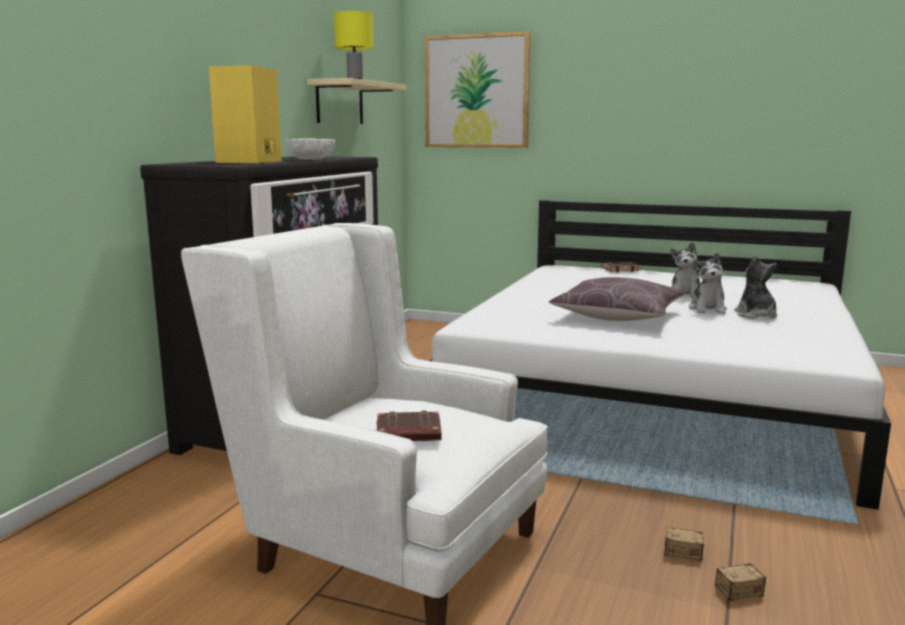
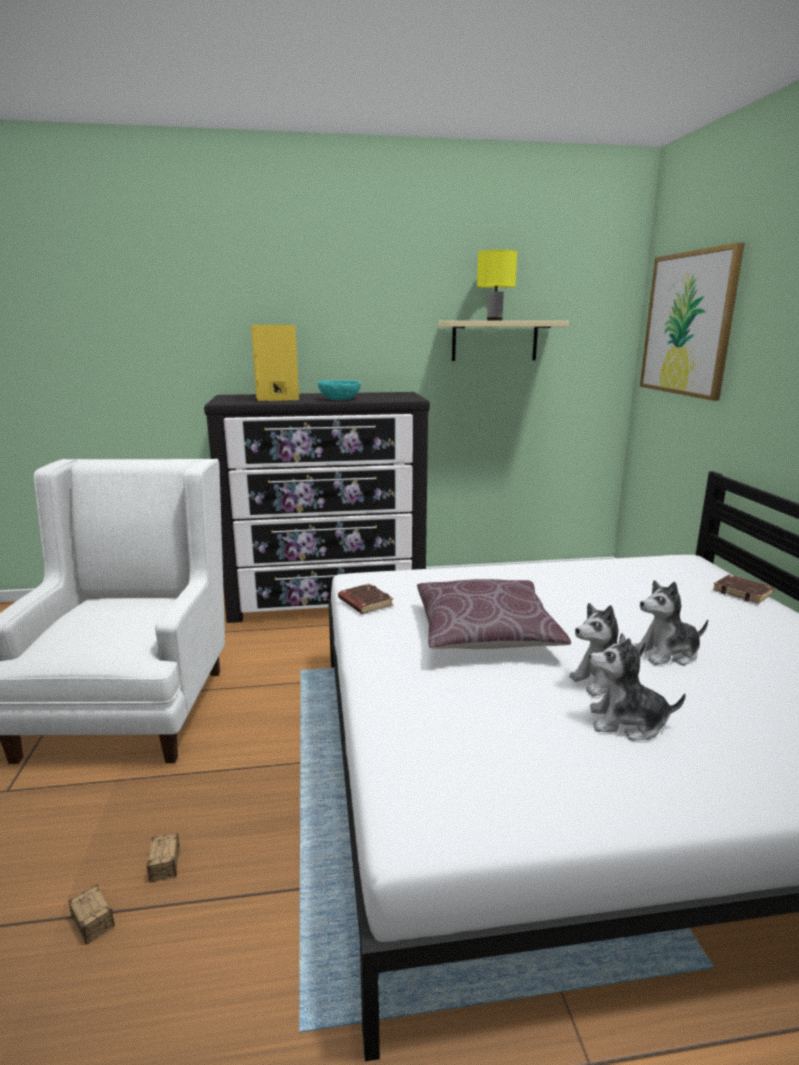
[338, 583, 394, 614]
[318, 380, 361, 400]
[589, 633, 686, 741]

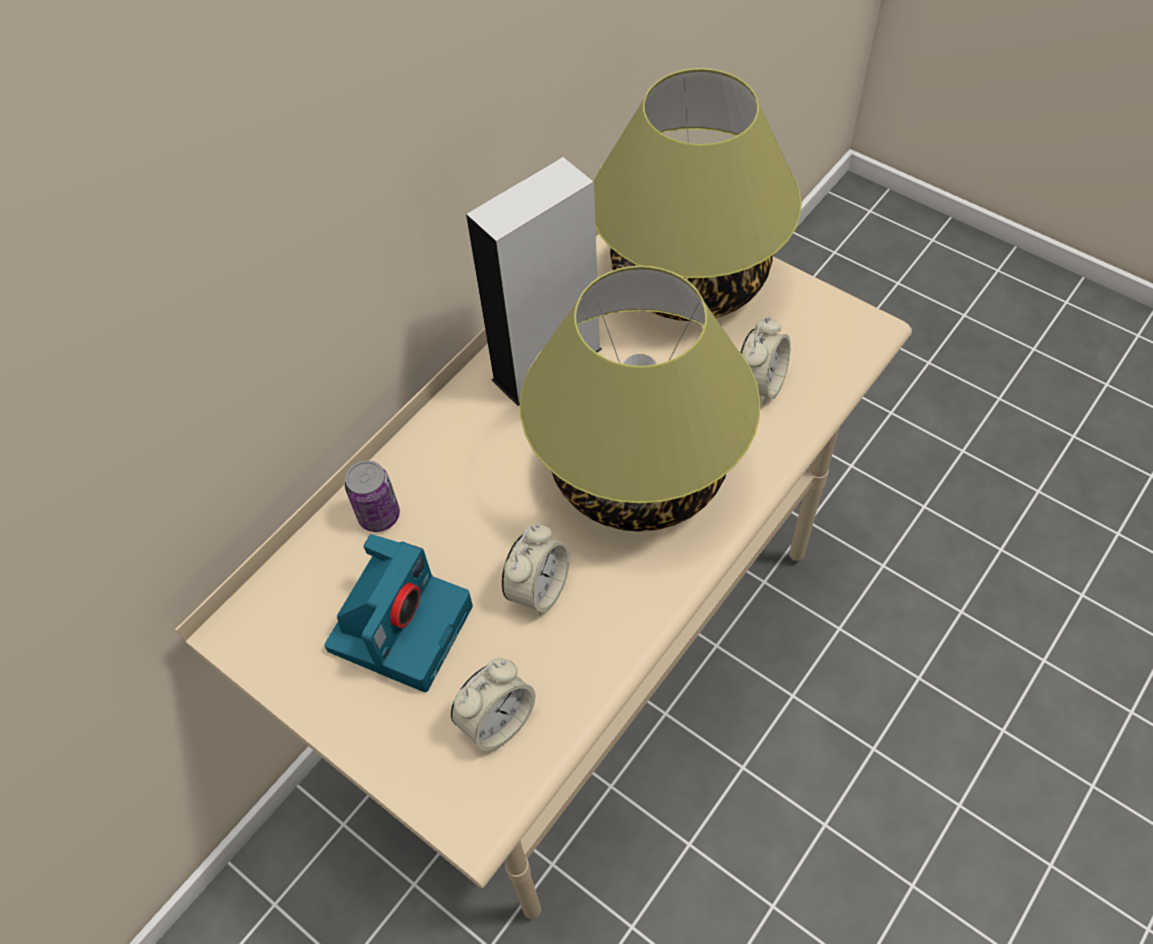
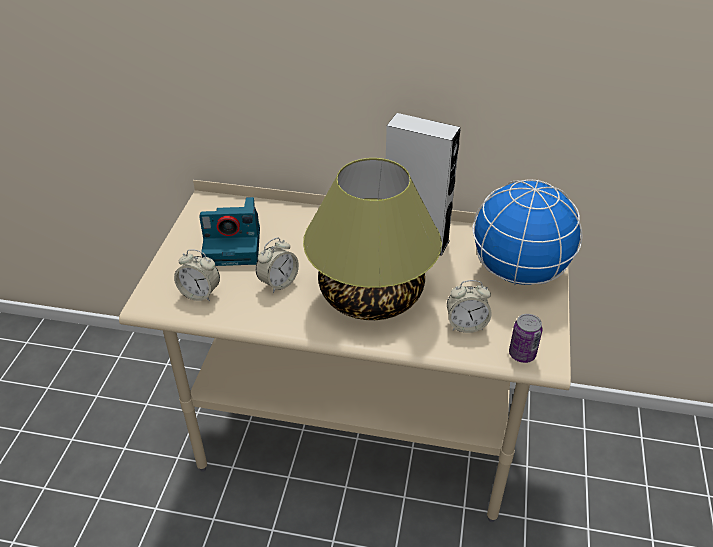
[509, 314, 542, 363]
[472, 179, 583, 285]
[256, 238, 299, 293]

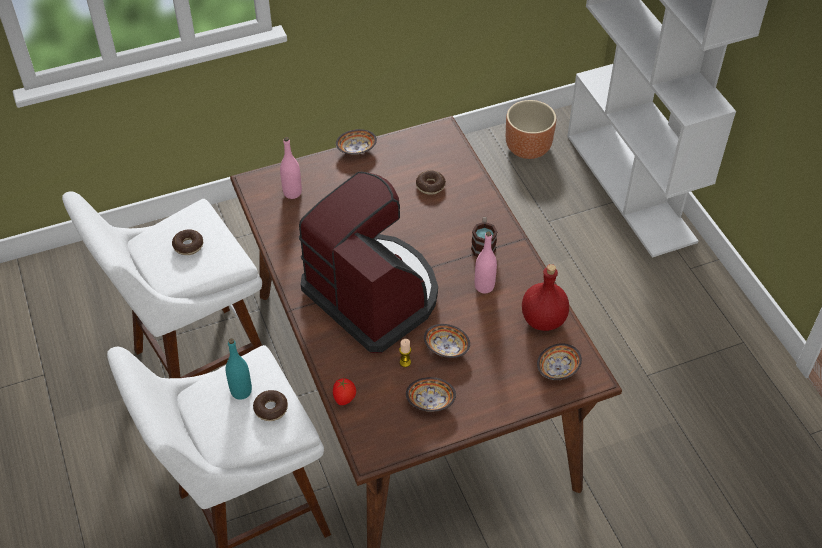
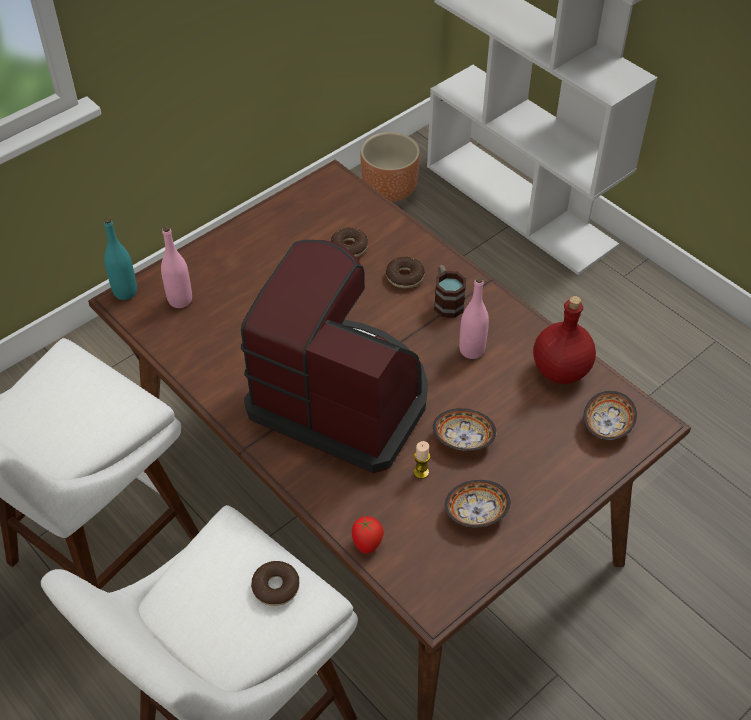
[336, 129, 377, 155] (first image)
[386, 257, 425, 288]
[104, 218, 137, 300]

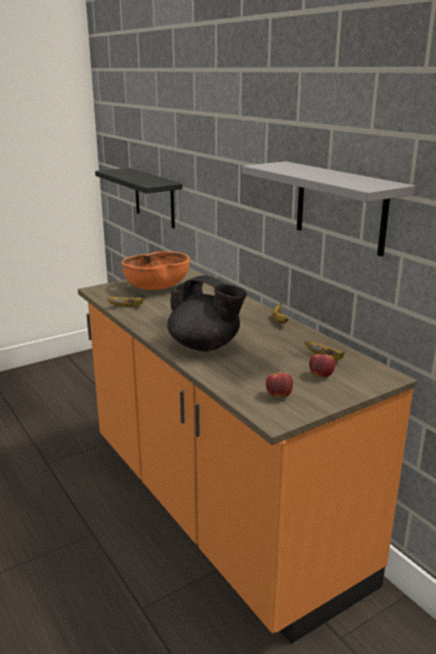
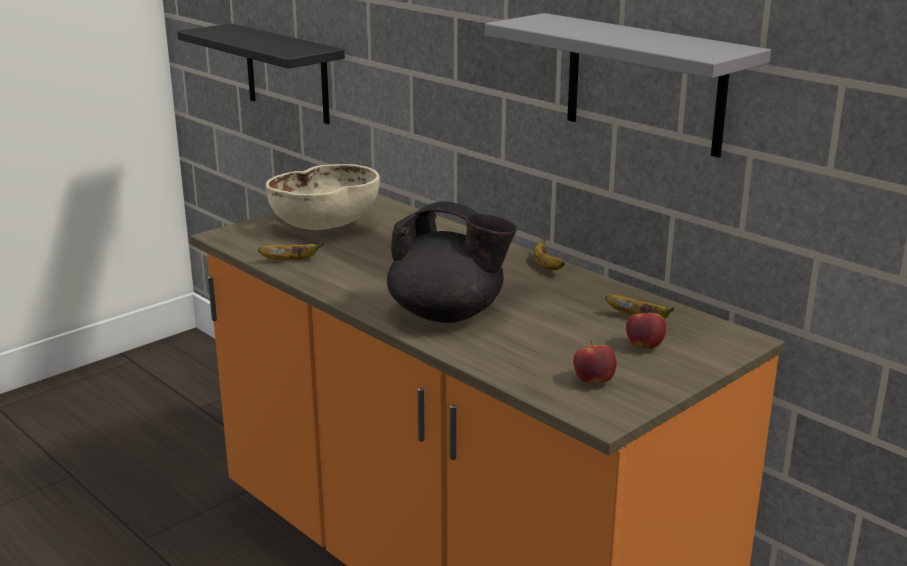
[266, 164, 380, 230]

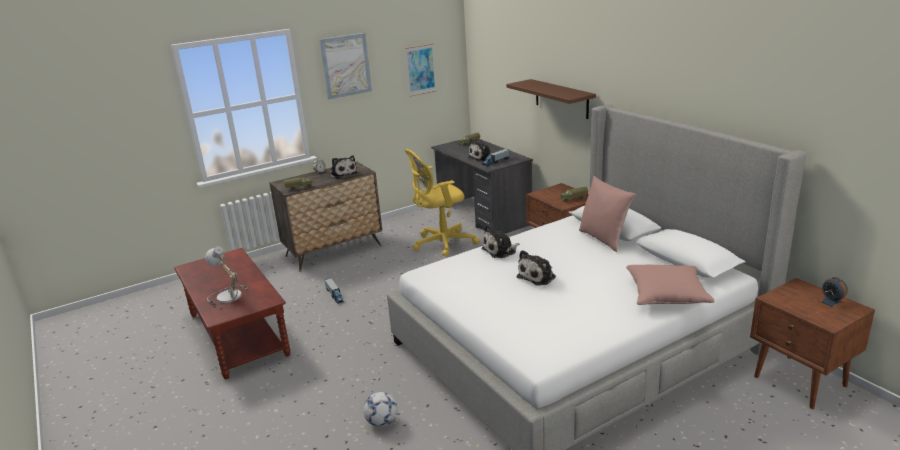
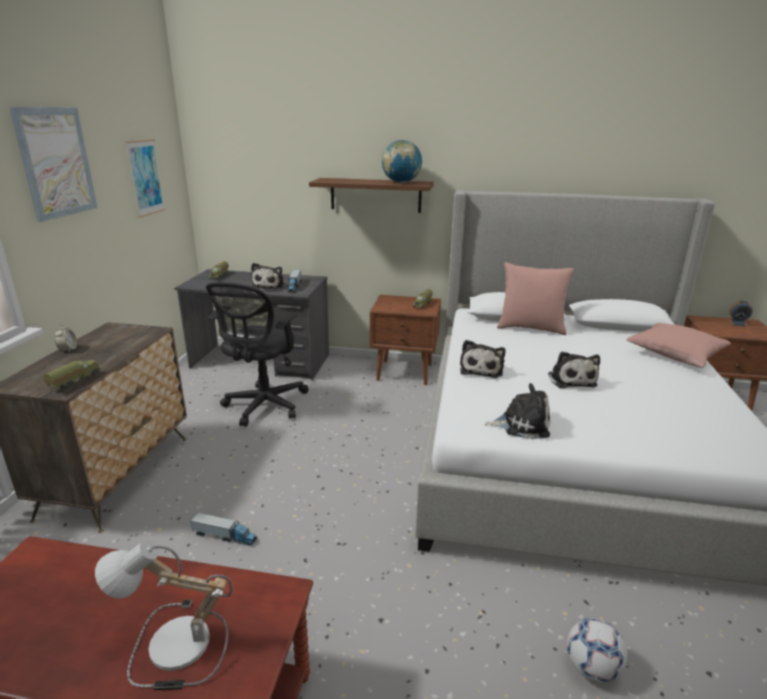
[382, 140, 422, 183]
[485, 383, 550, 439]
[206, 282, 309, 427]

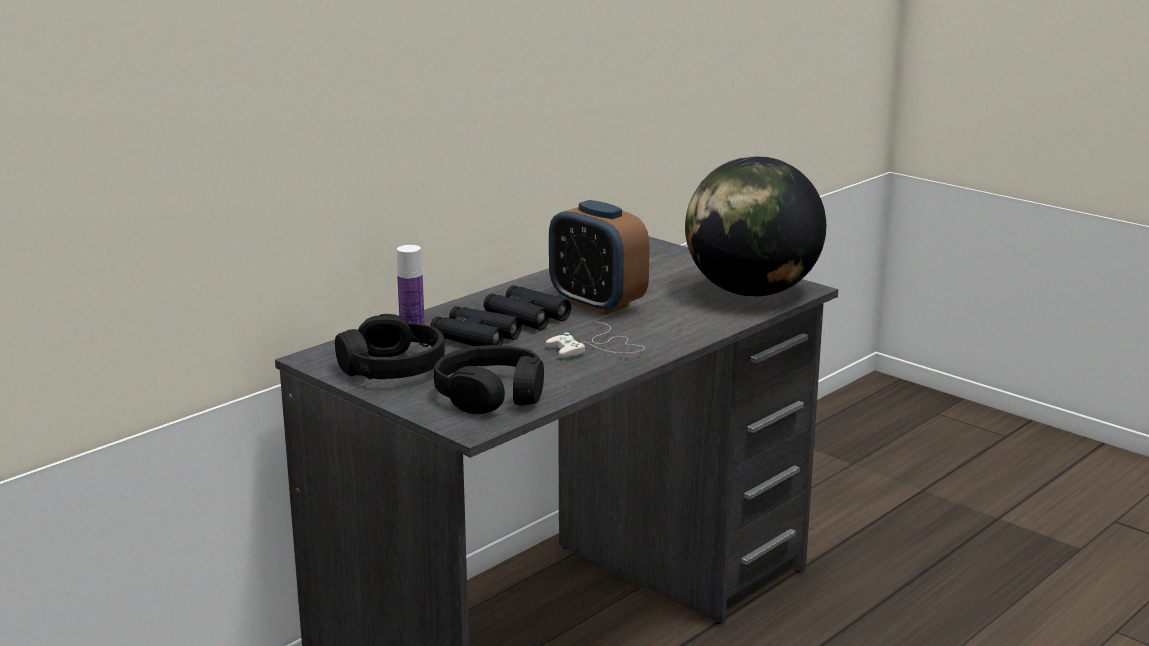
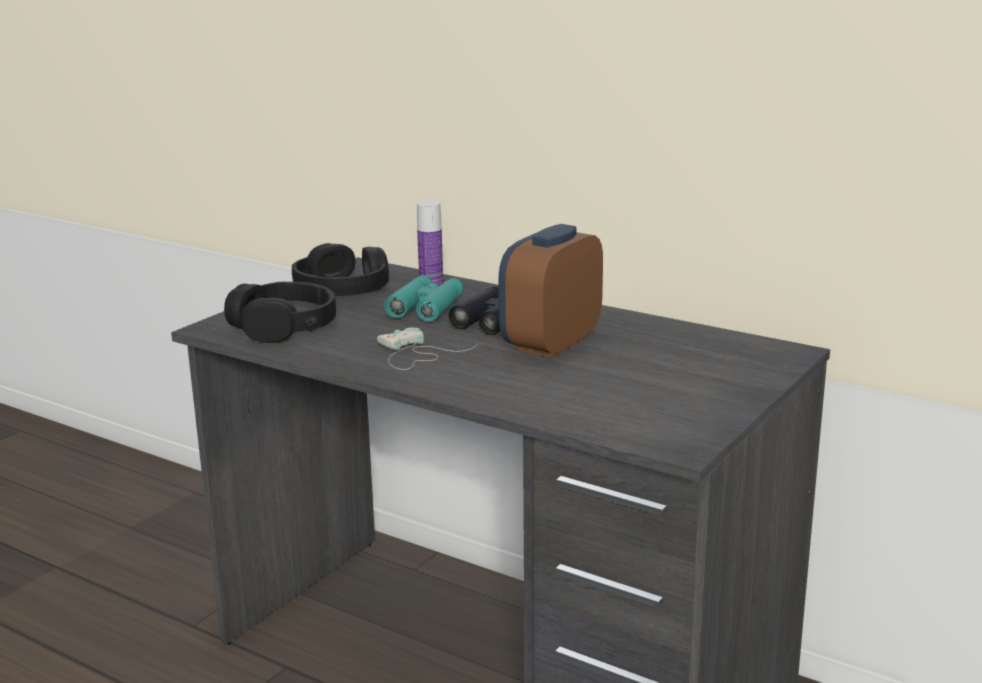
[685, 156, 826, 297] (first image)
[384, 275, 464, 322]

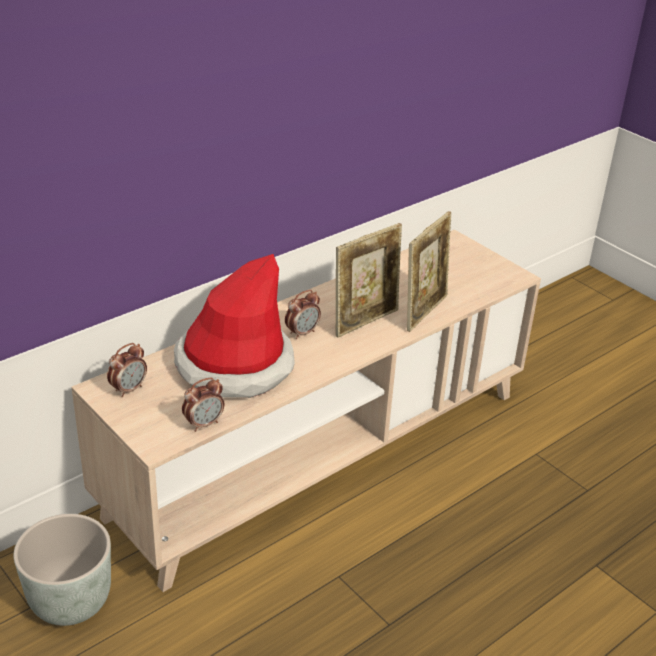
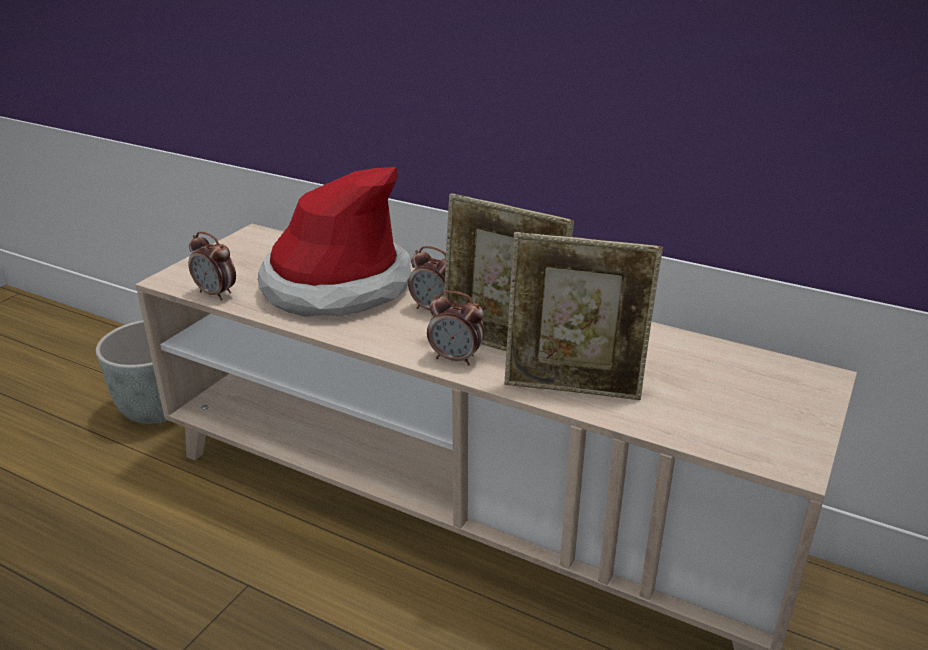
[427, 291, 485, 366]

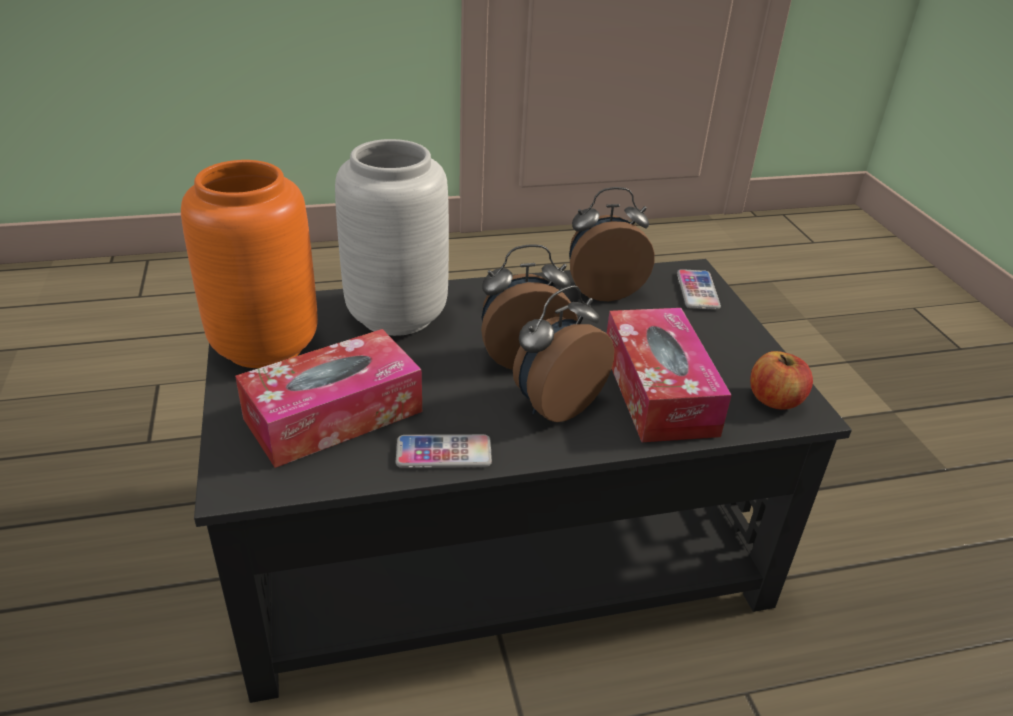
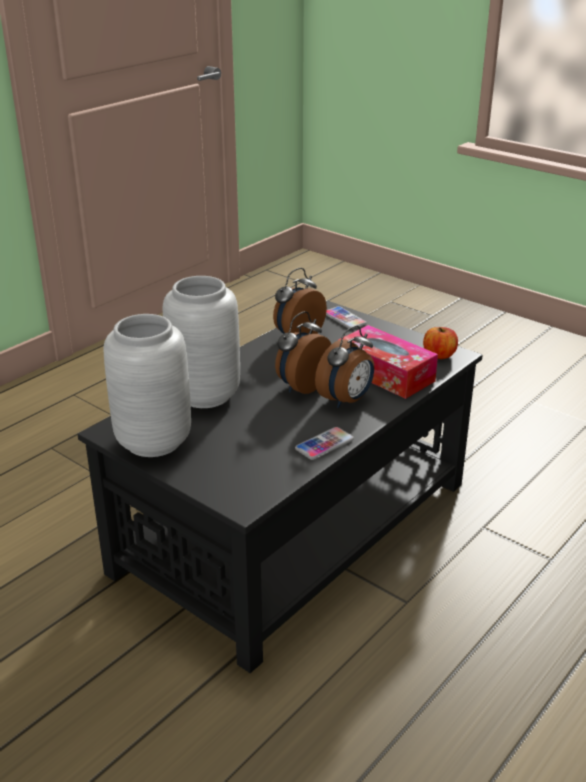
[235, 329, 422, 468] (first image)
[104, 314, 191, 457]
[315, 325, 374, 408]

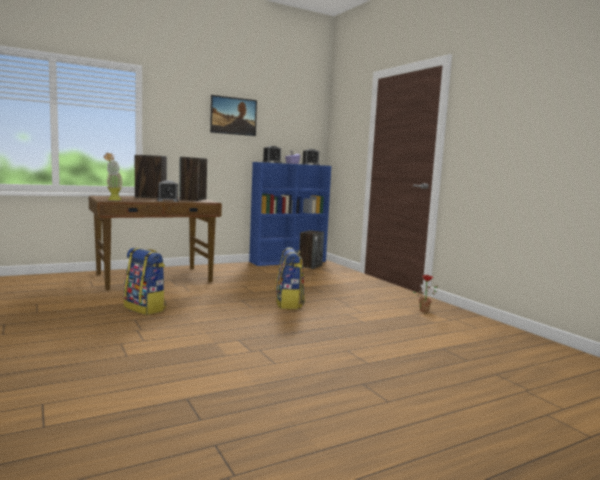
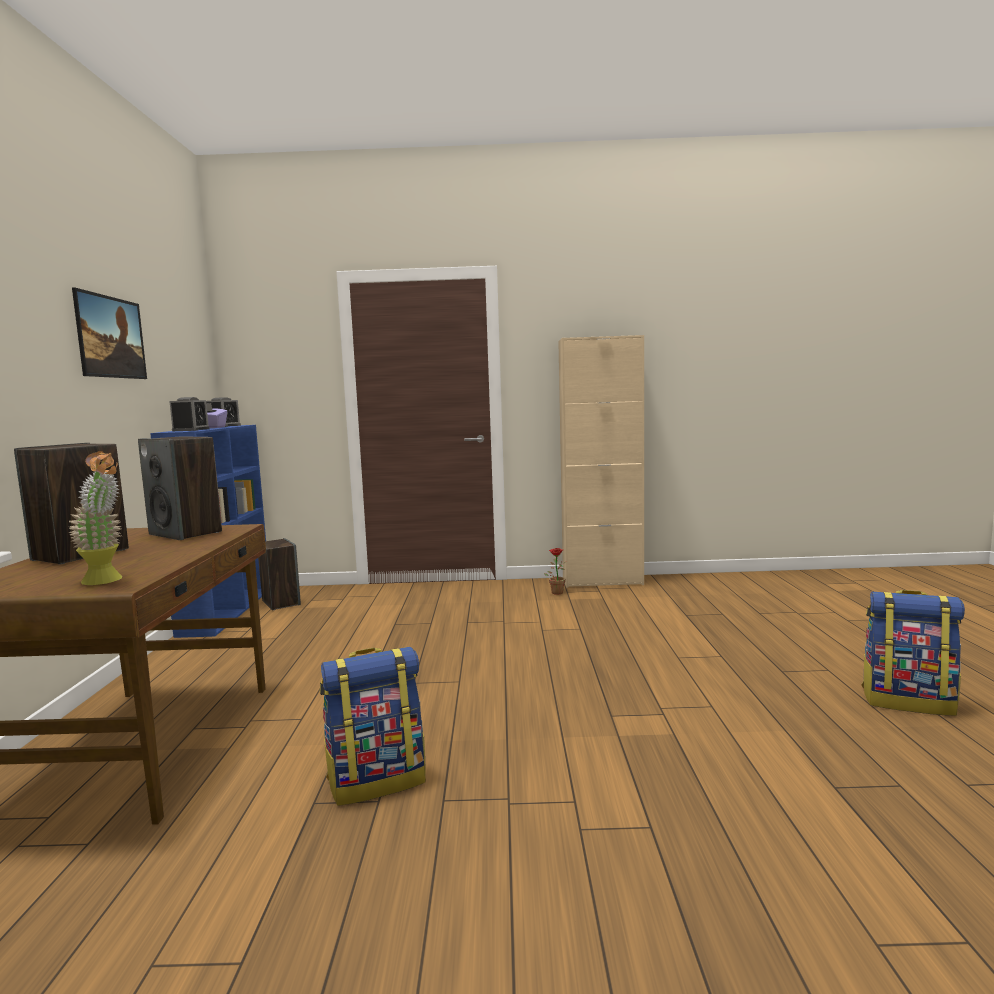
[157, 180, 179, 202] (first image)
[558, 335, 644, 588]
[861, 590, 965, 716]

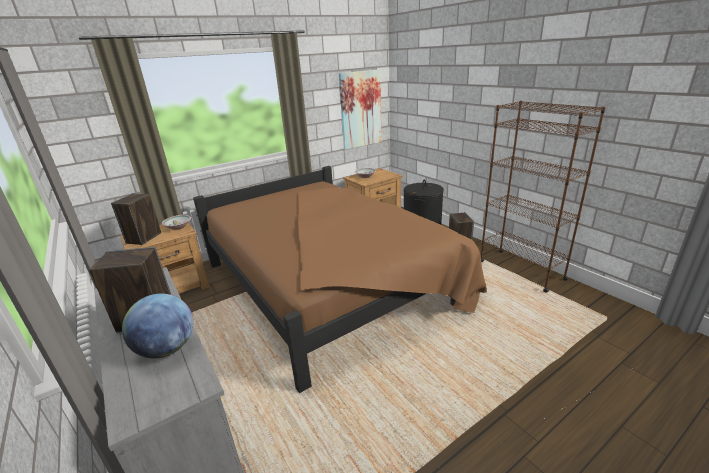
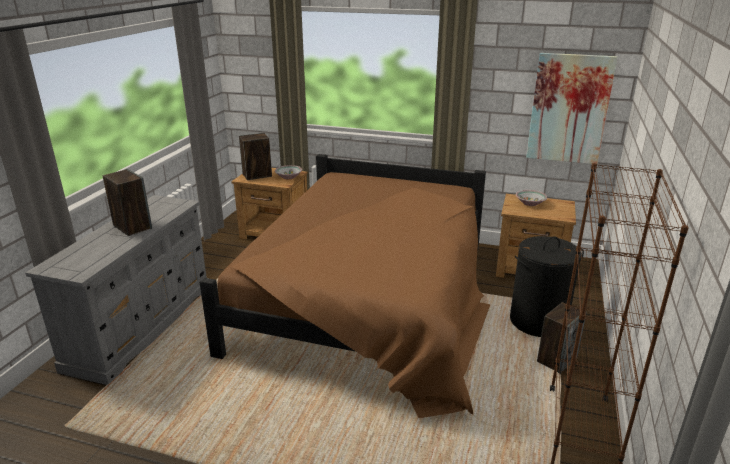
[122, 294, 193, 358] (first image)

